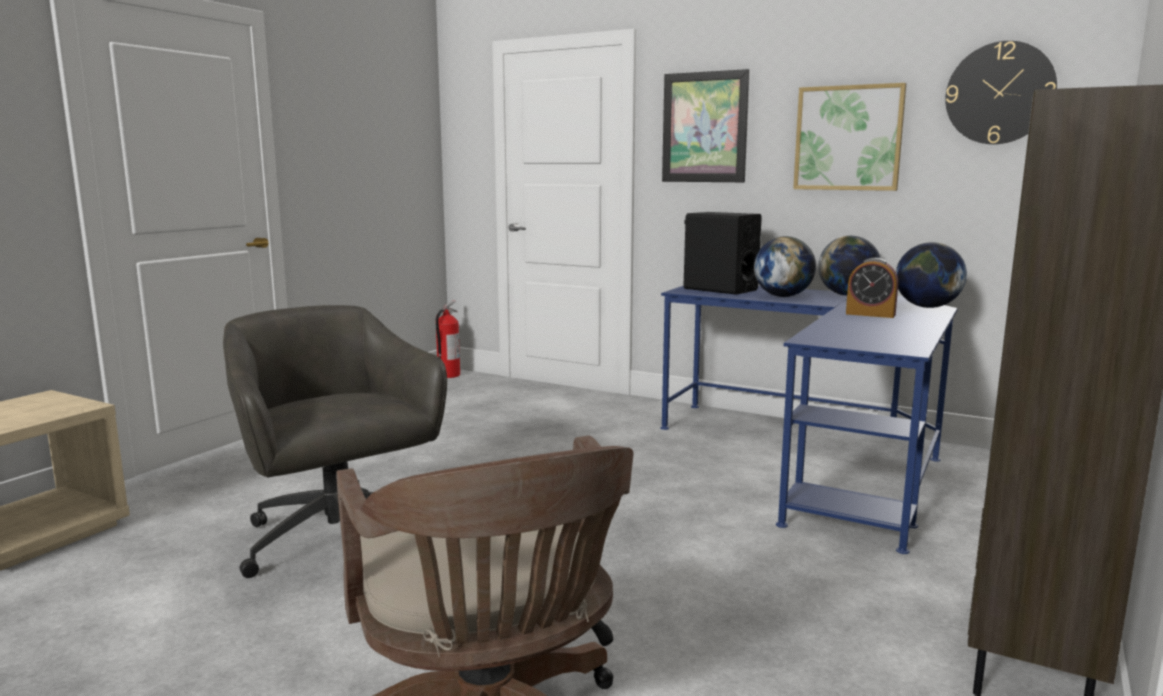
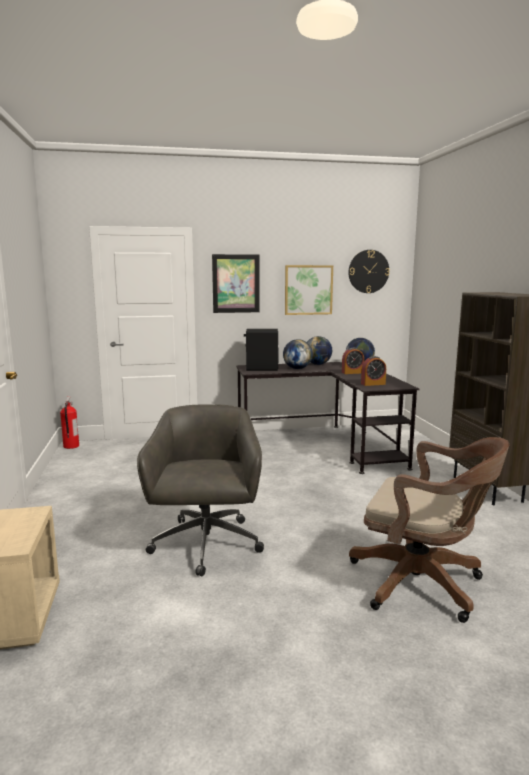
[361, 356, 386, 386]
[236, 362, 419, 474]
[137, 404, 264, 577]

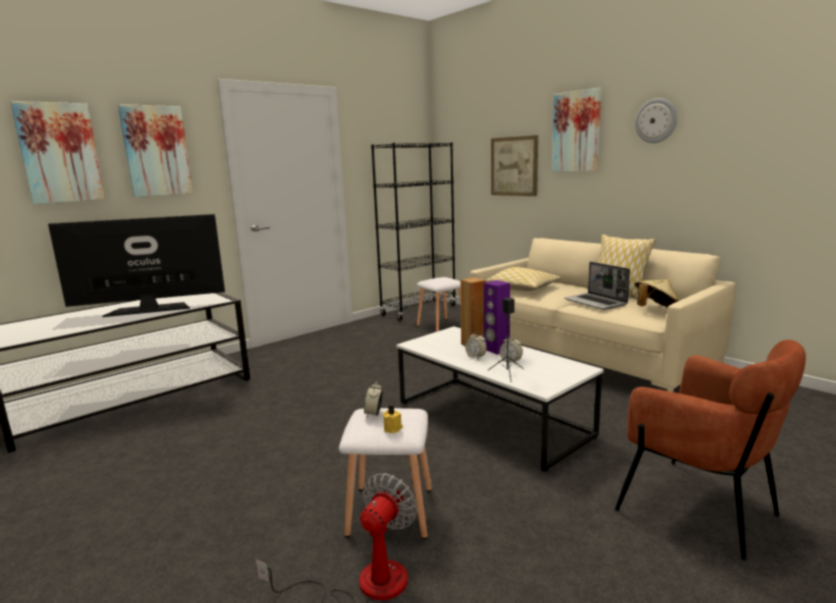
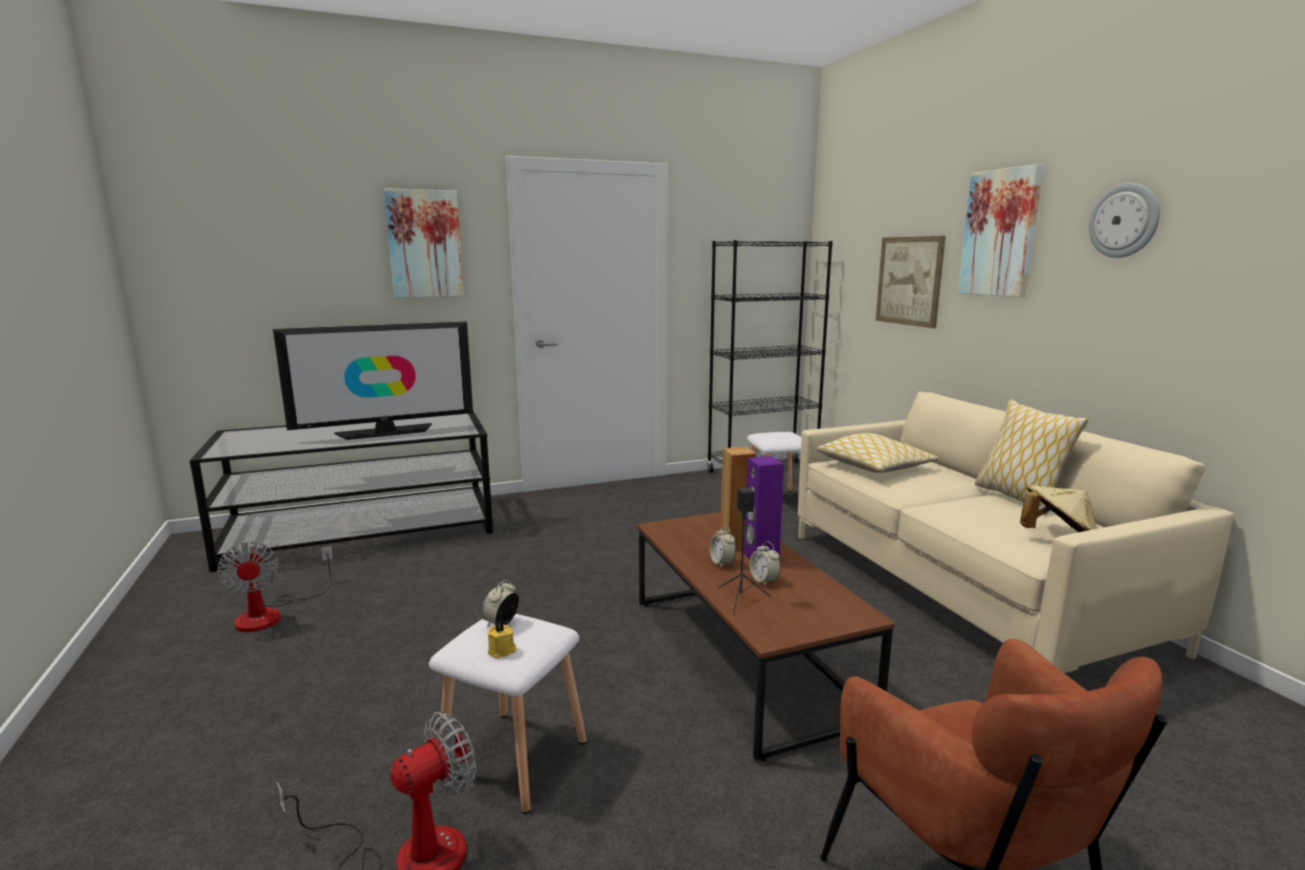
[10, 101, 105, 204] (first image)
[564, 262, 630, 310] (first image)
[217, 542, 333, 632]
[637, 512, 895, 761]
[273, 321, 473, 440]

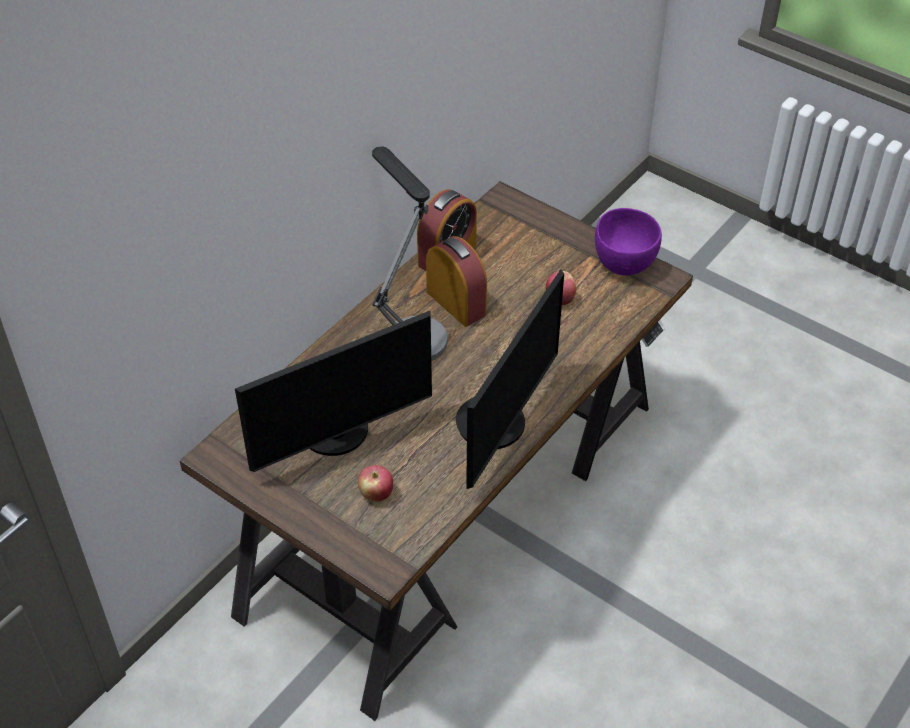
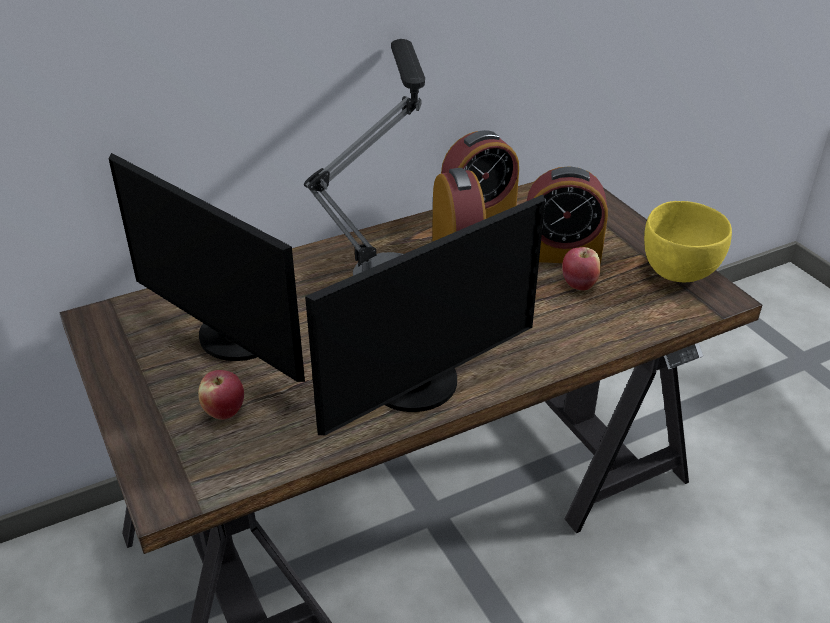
[527, 166, 608, 264]
[644, 201, 732, 282]
[109, 153, 305, 382]

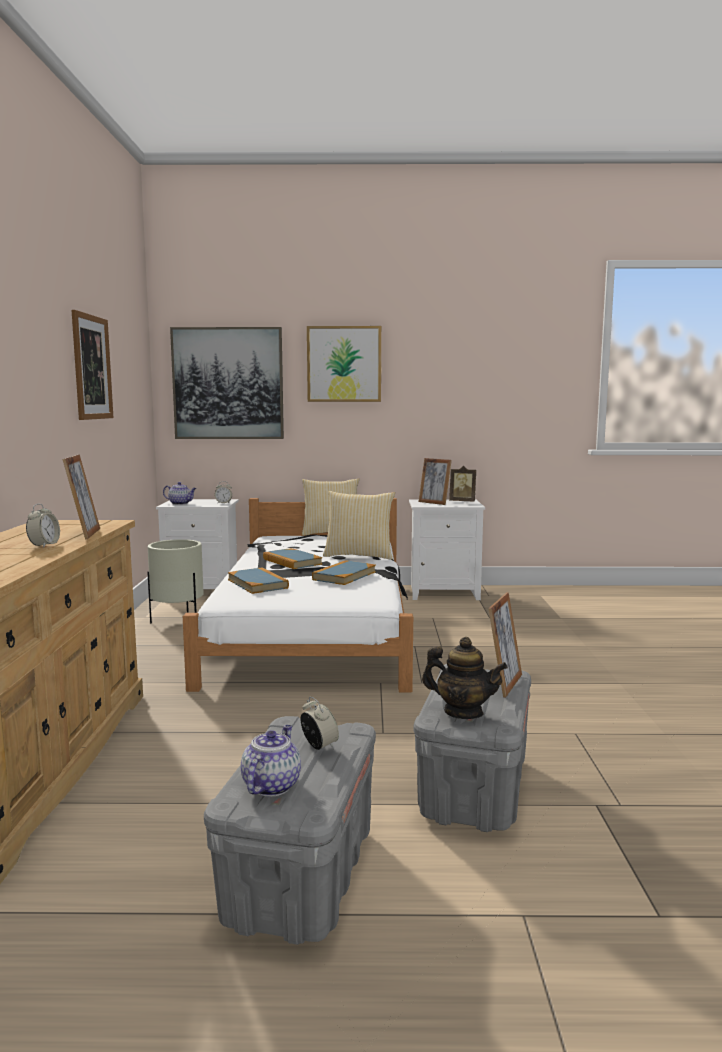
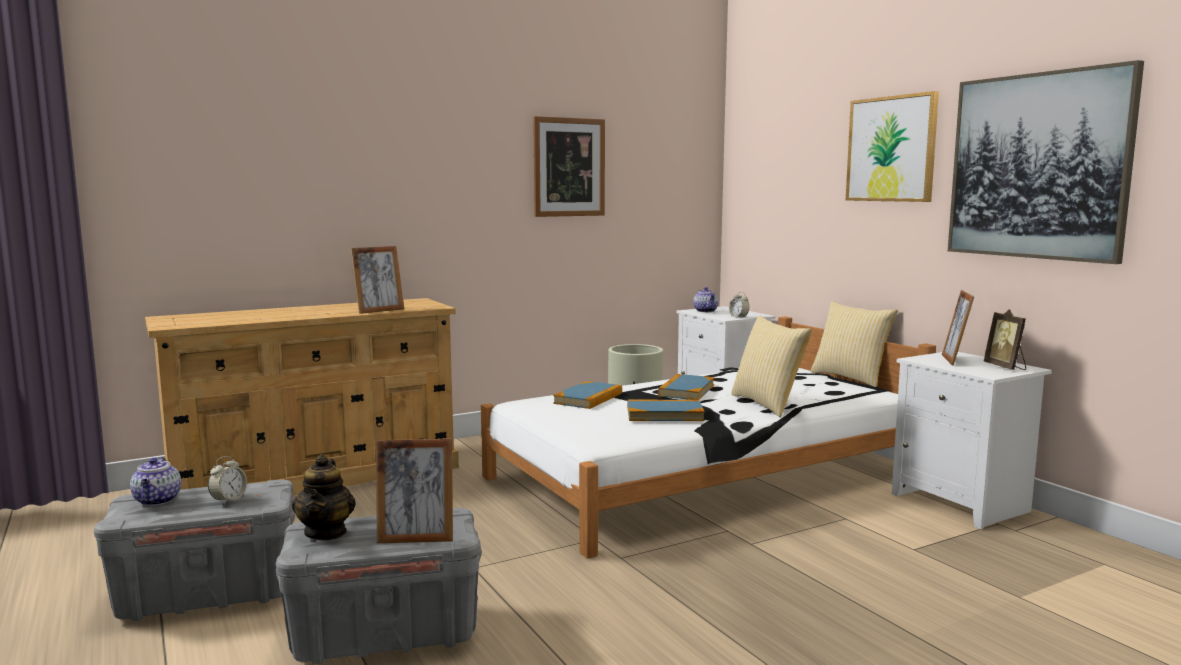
[26, 504, 60, 548] (first image)
[948, 60, 1144, 264]
[130, 457, 181, 506]

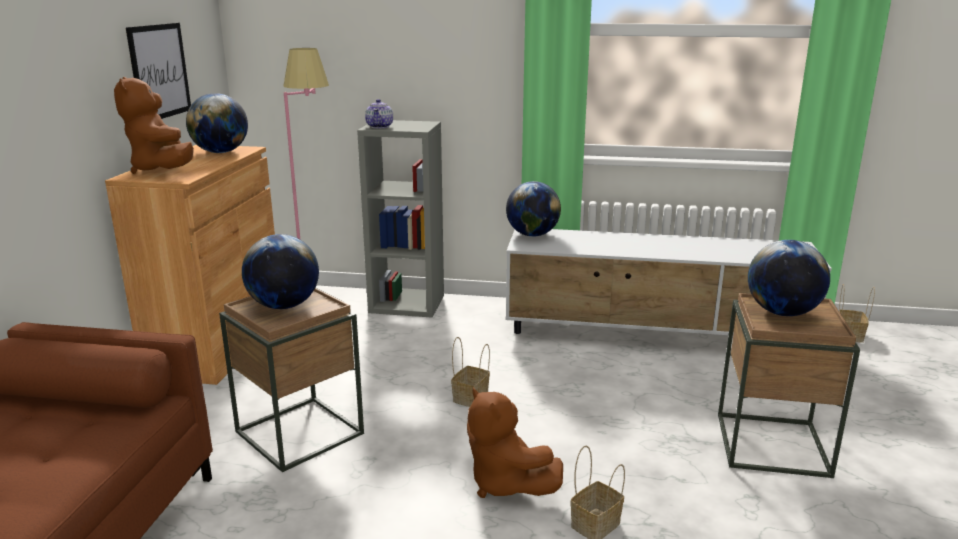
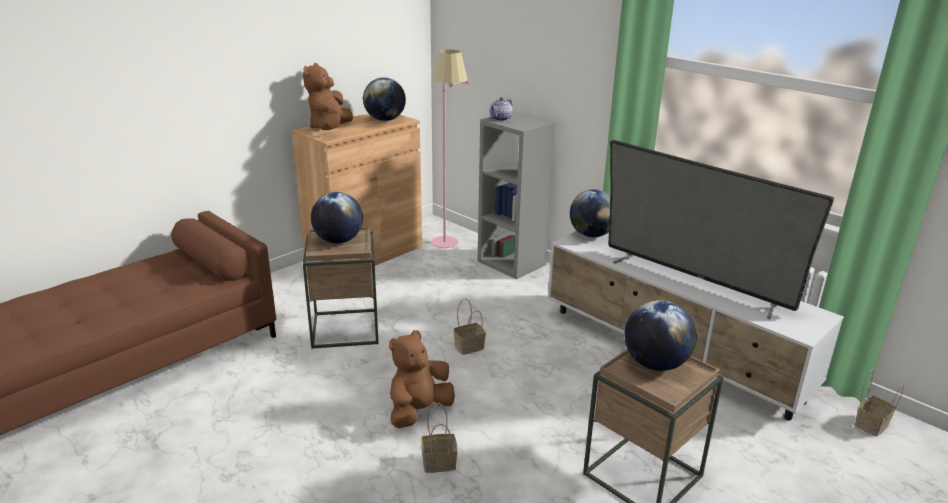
[126, 23, 191, 119] (first image)
[608, 140, 834, 319]
[389, 330, 455, 428]

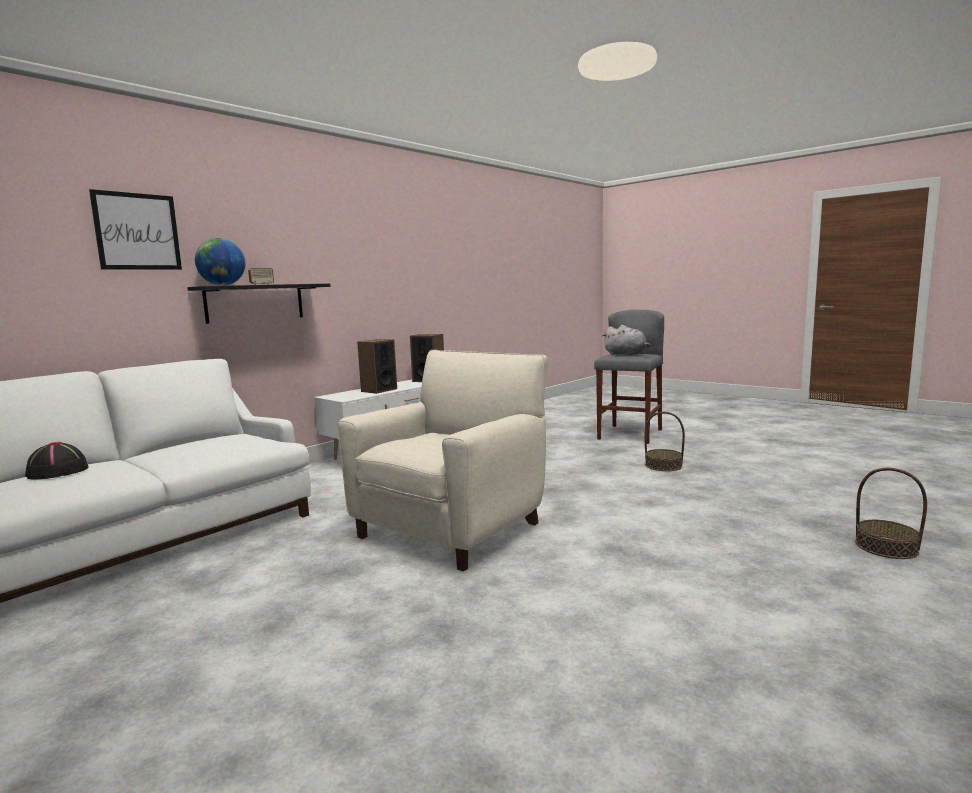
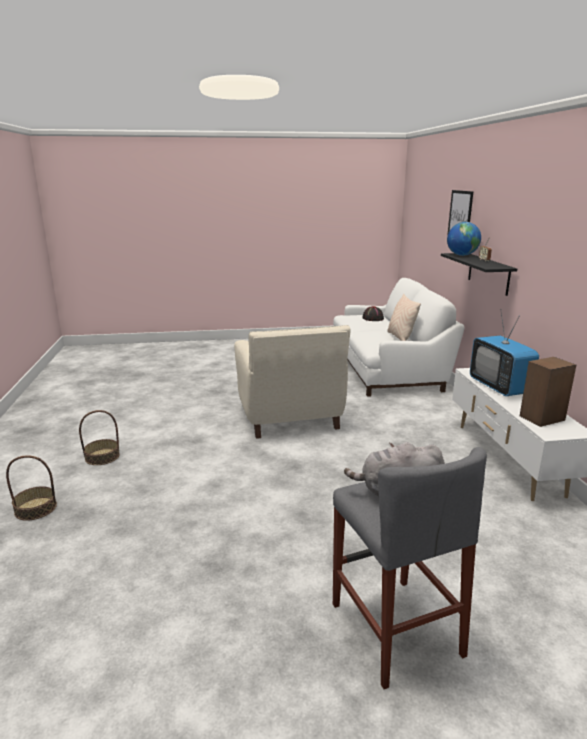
[387, 294, 421, 341]
[79, 410, 120, 465]
[470, 309, 539, 396]

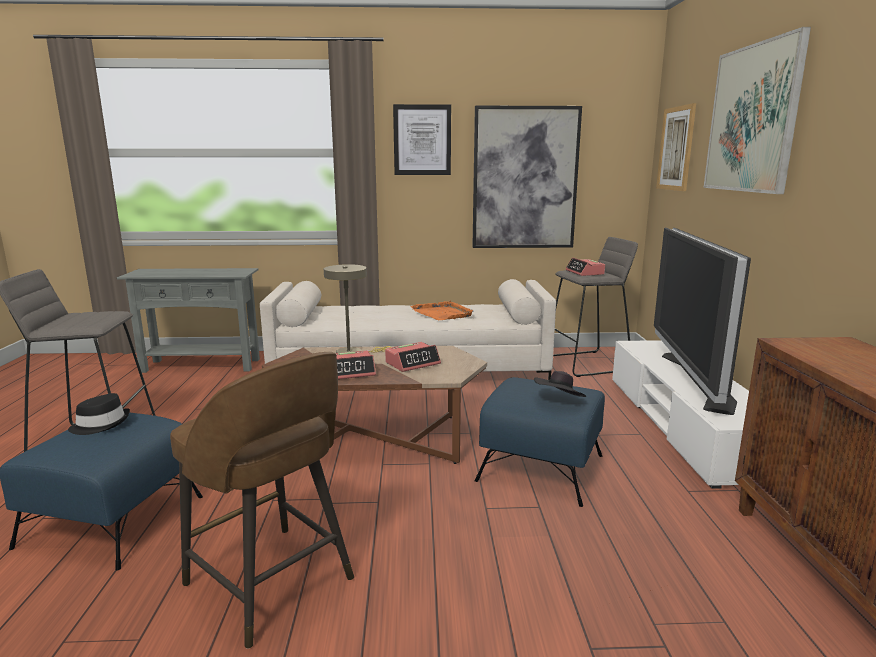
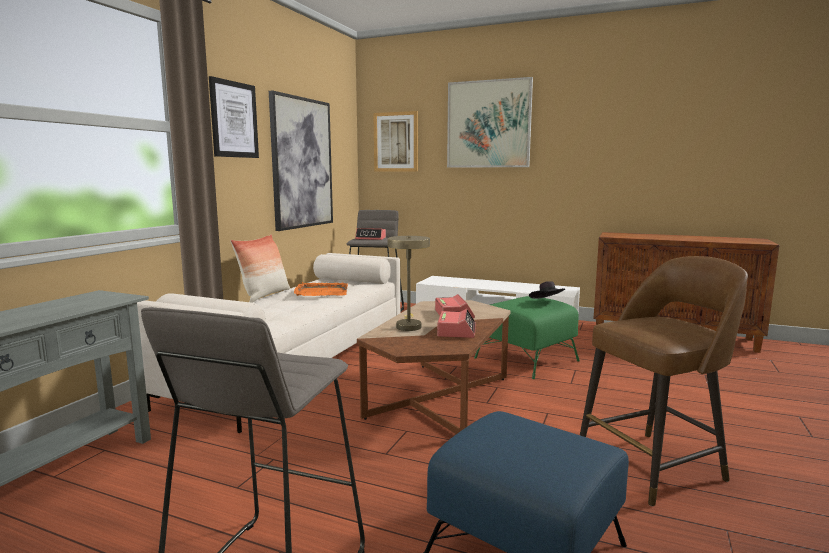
[68, 393, 130, 435] (first image)
[654, 228, 751, 415] (first image)
[231, 234, 290, 303]
[474, 296, 580, 379]

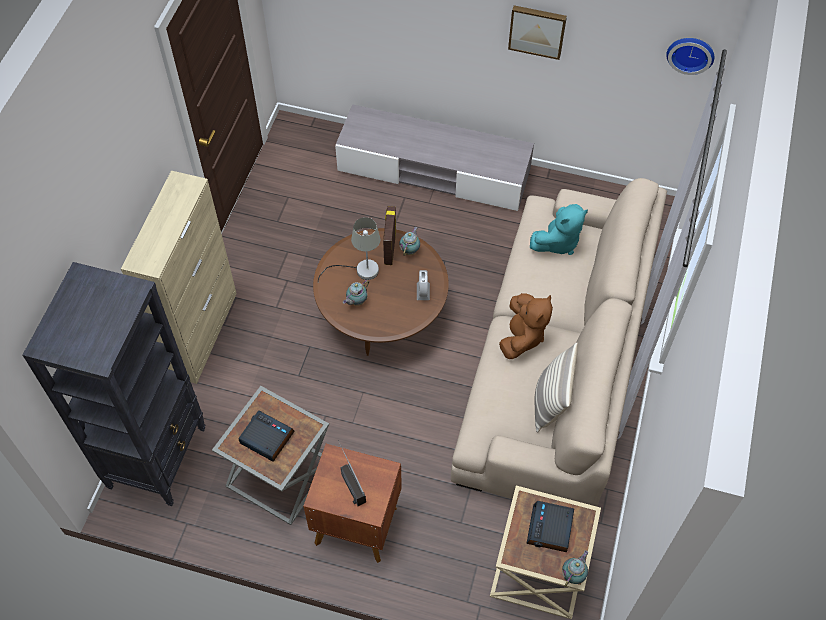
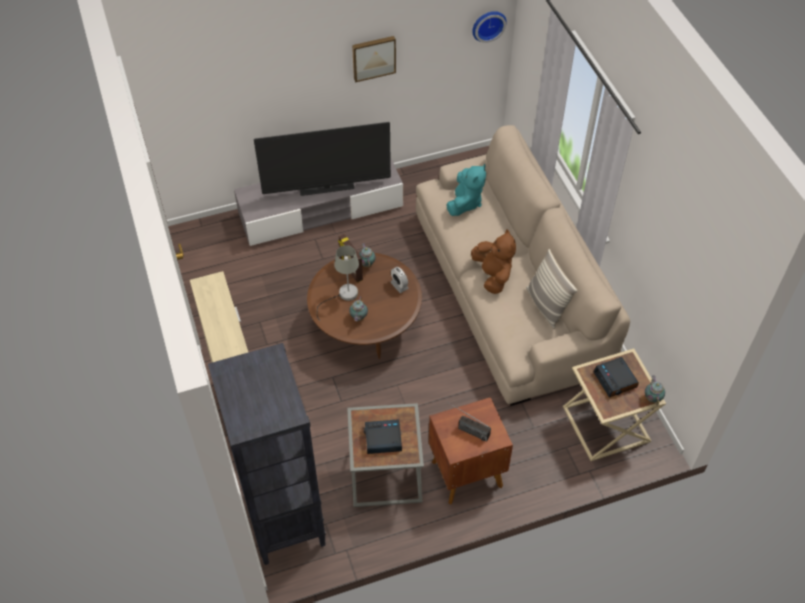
[254, 122, 391, 196]

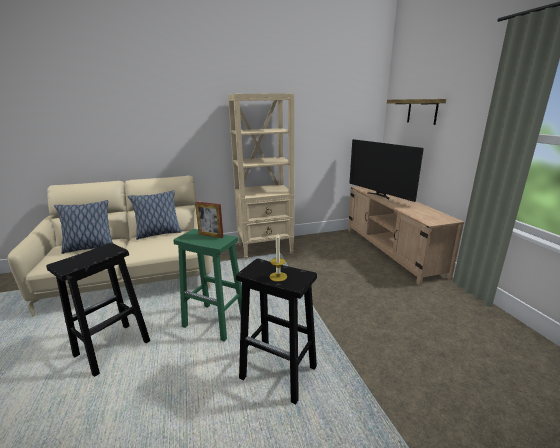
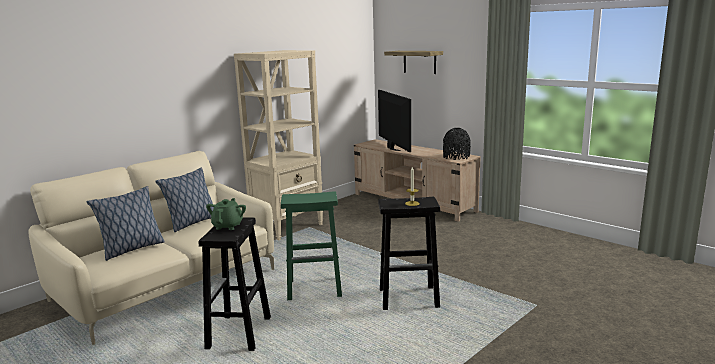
[195, 202, 224, 238] (first image)
[206, 198, 246, 230]
[443, 128, 471, 160]
[378, 90, 411, 152]

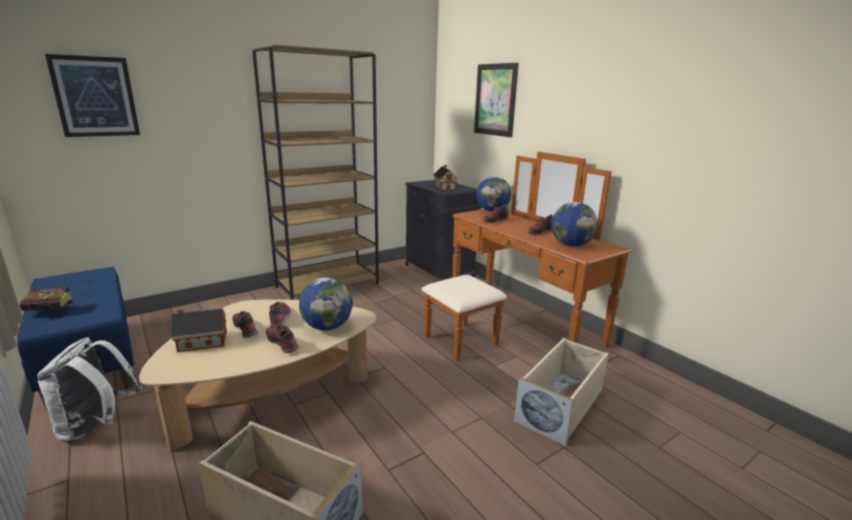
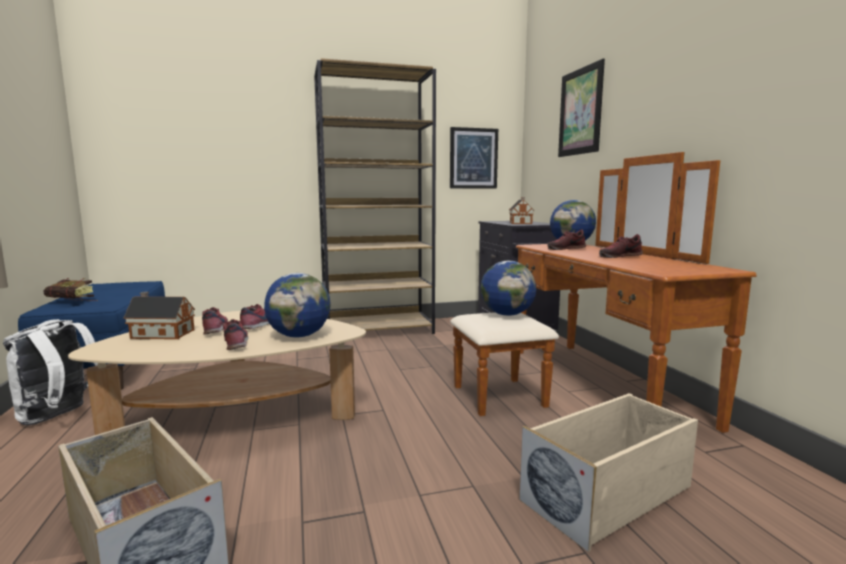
[450, 127, 498, 189]
[480, 261, 536, 316]

